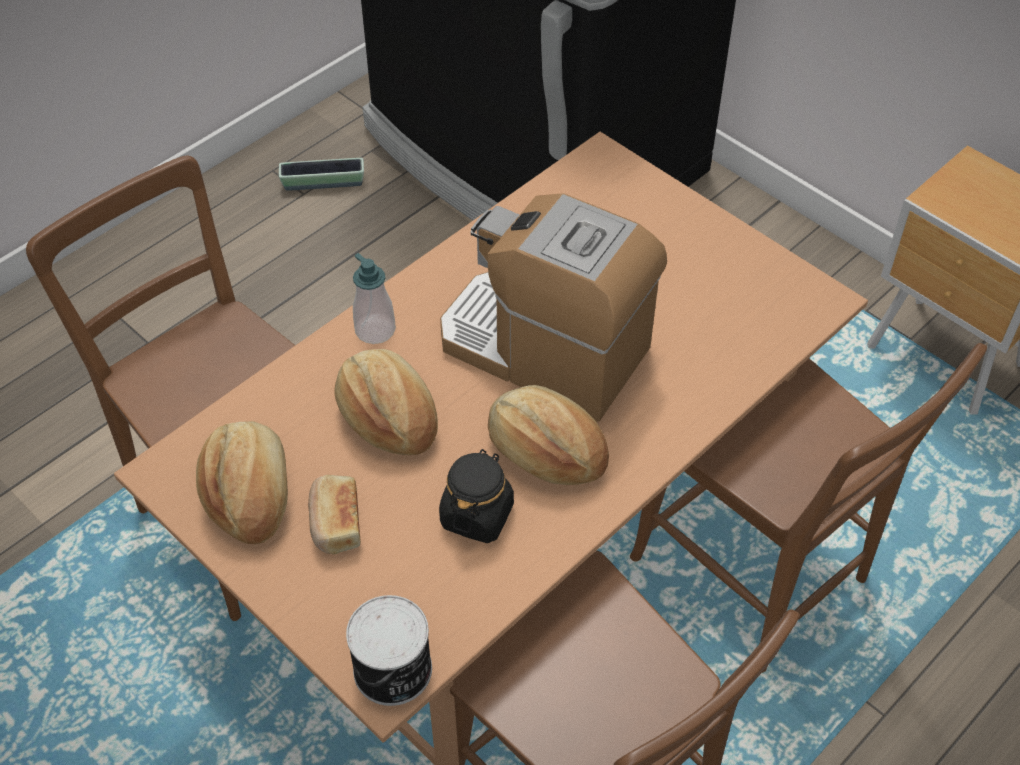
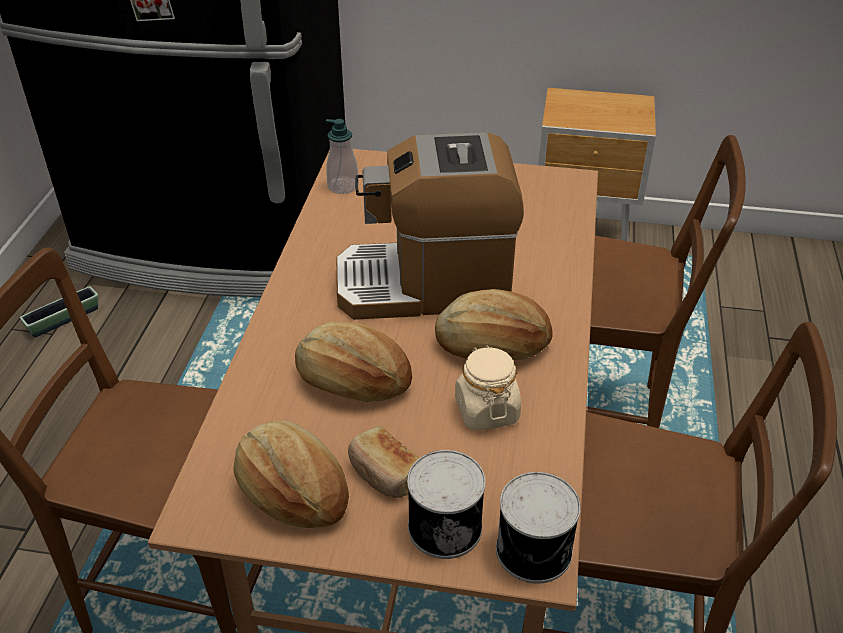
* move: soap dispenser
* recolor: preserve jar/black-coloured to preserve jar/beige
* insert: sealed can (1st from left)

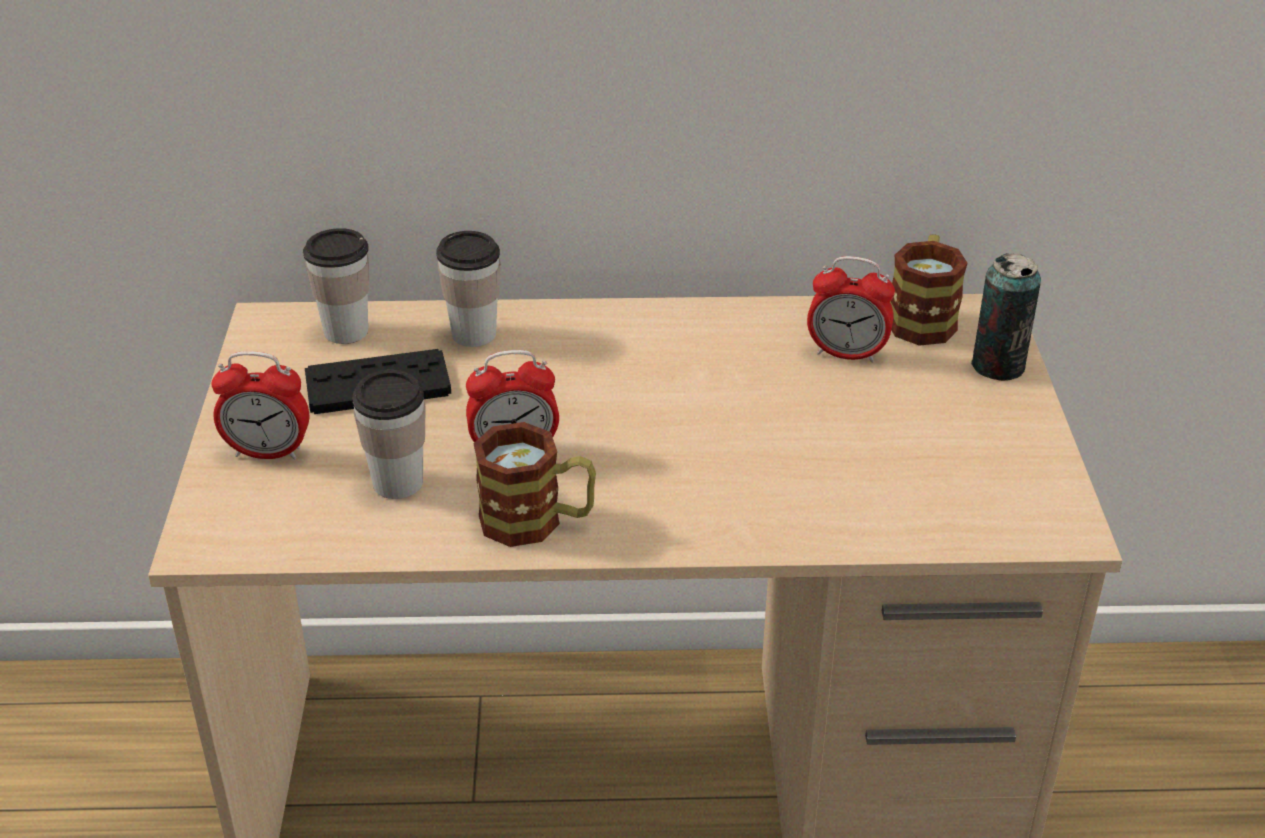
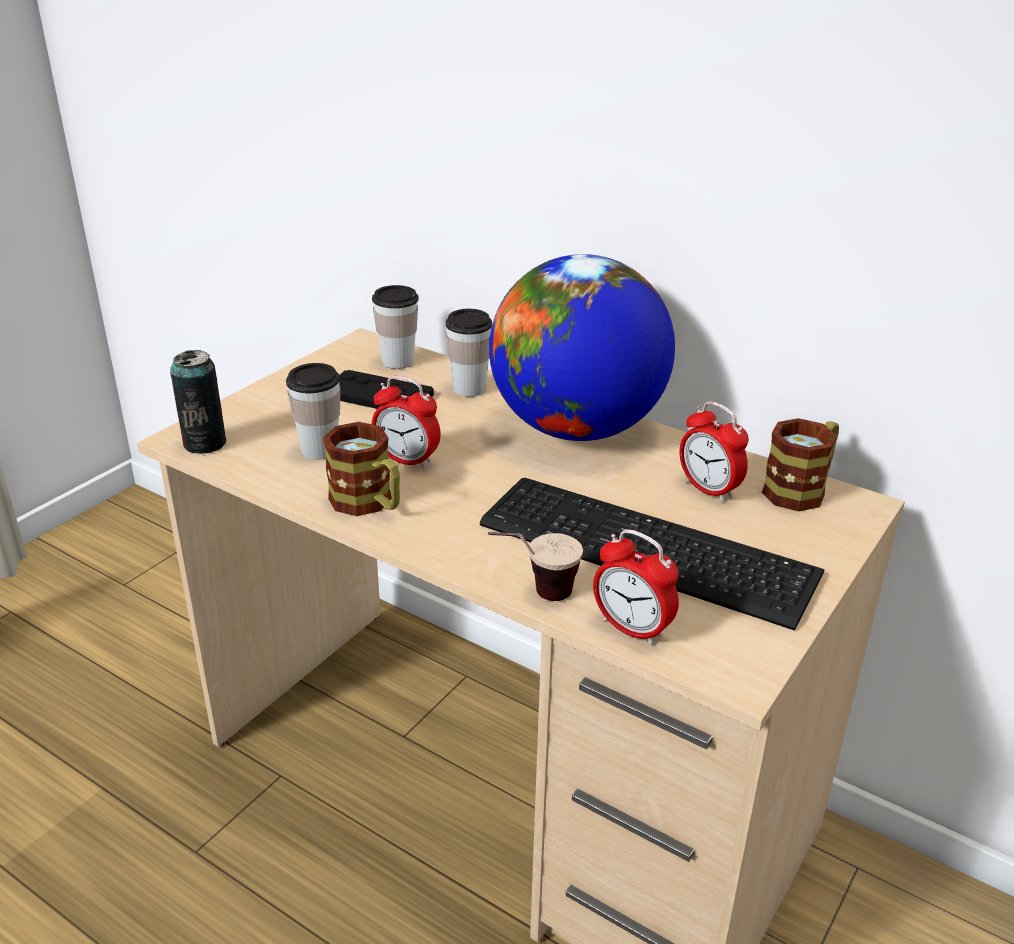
* move: sealed can
* move: bedside clock (1st from left in the first image) to bedside clock (2nd from left)
* insert: desk globe
* insert: keyboard
* insert: cup (4th from left)

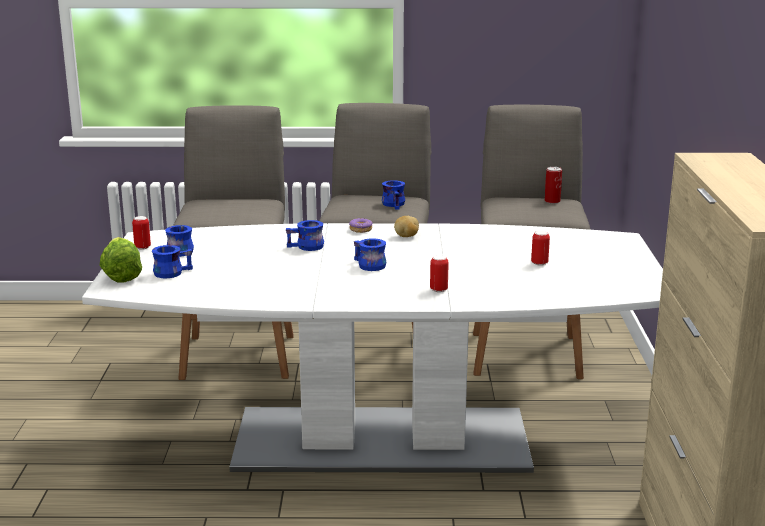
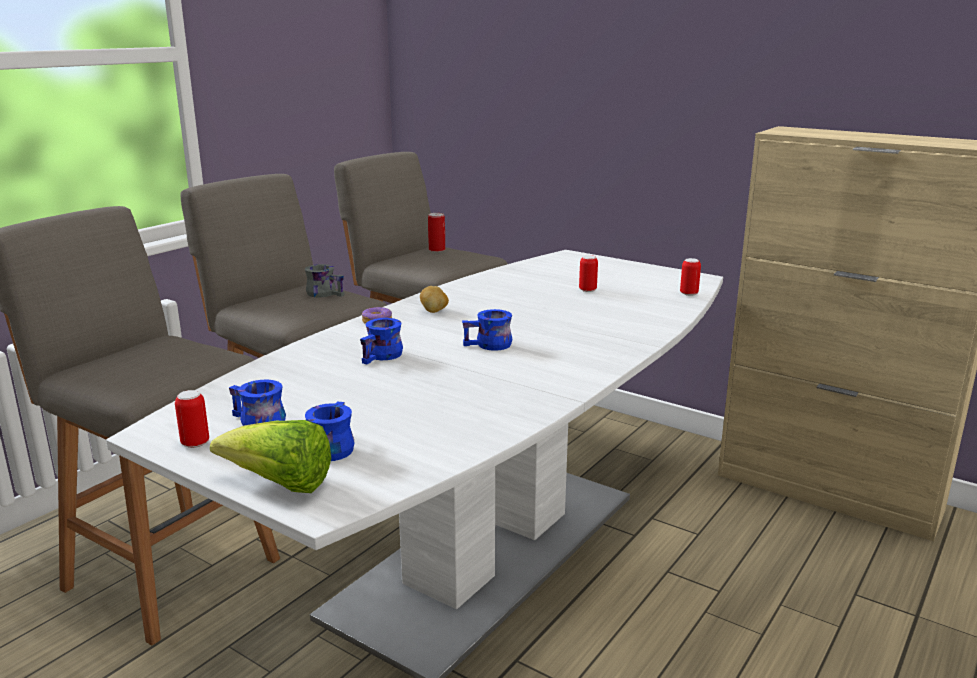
* recolor: coffee mug/blue (5th from left) to coffee mug/gray
* move: sealed can (2nd from left in the first image) to sealed can (4th from left)

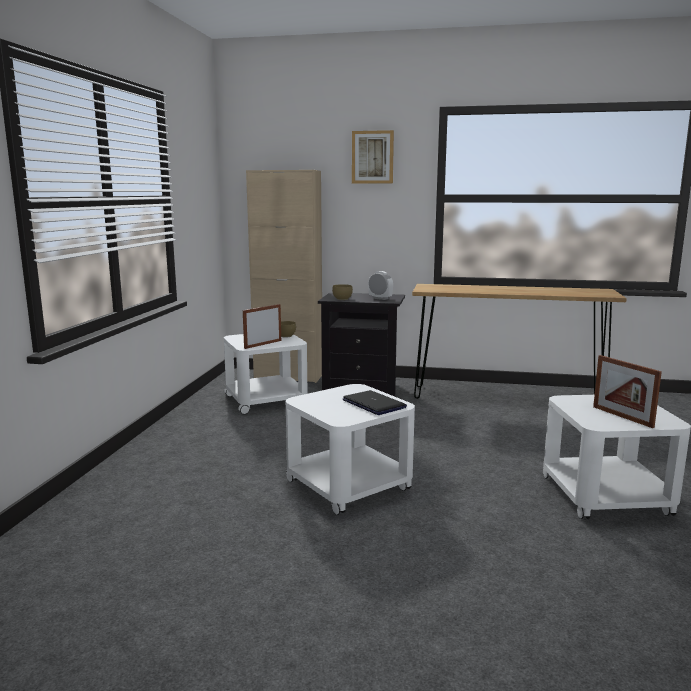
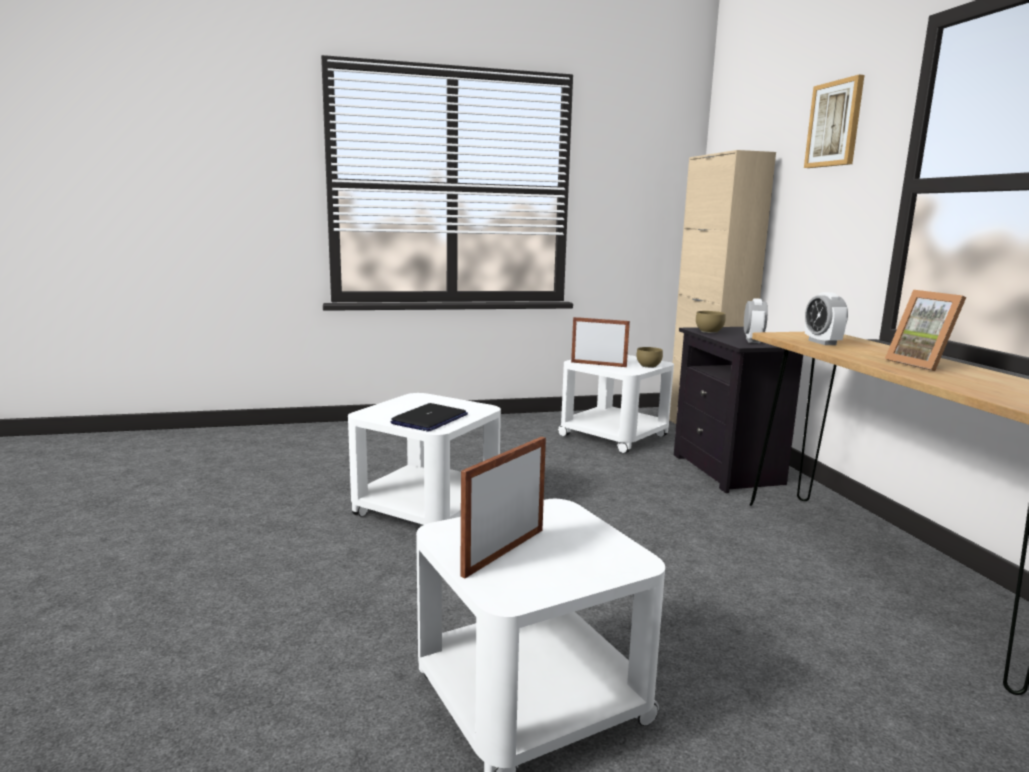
* insert: photo frame (3rd from left)
* insert: bedside clock (2nd from left)

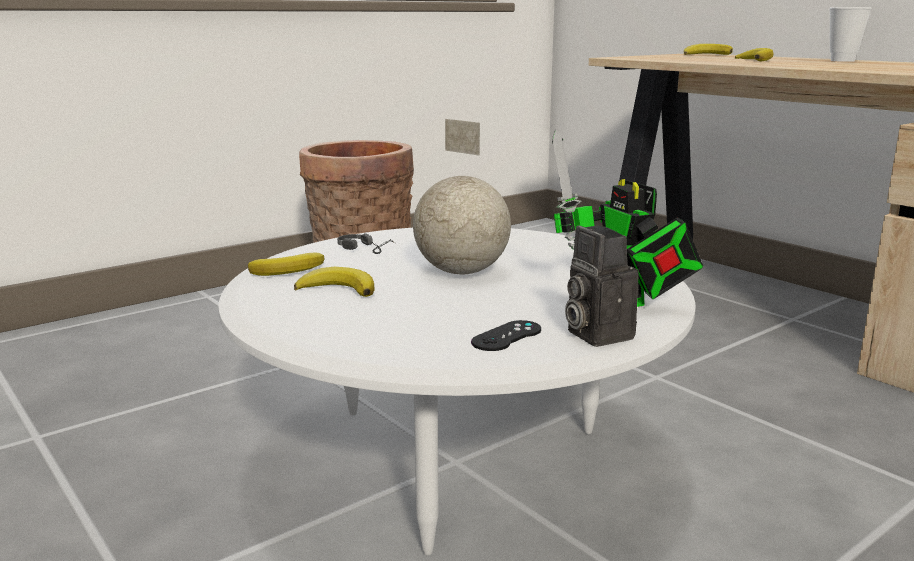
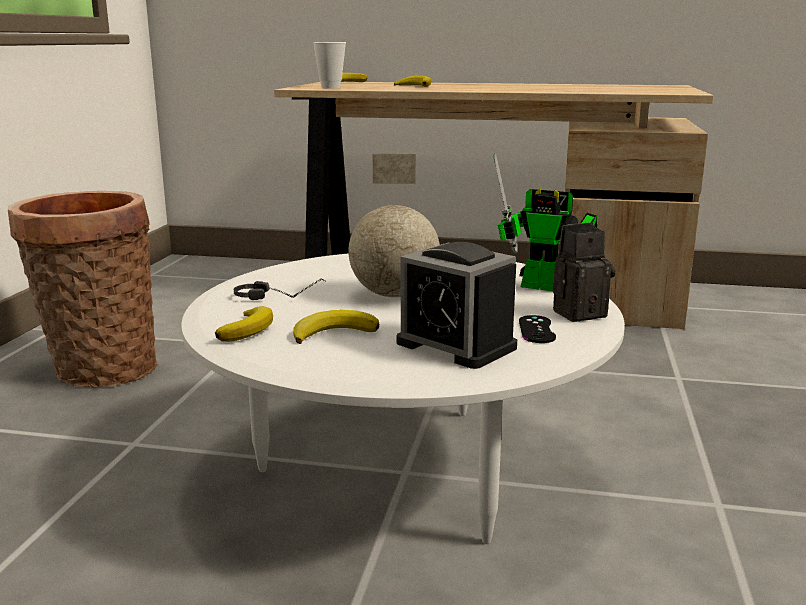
* move: cup
* rotate: photo camera 135 degrees clockwise
* insert: bedside clock

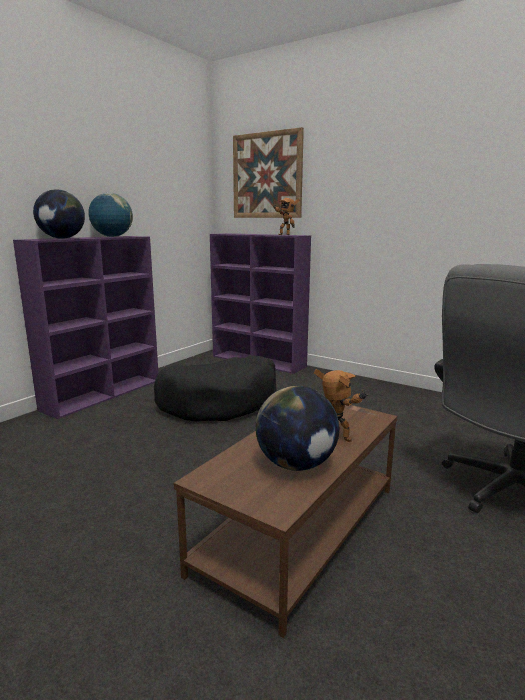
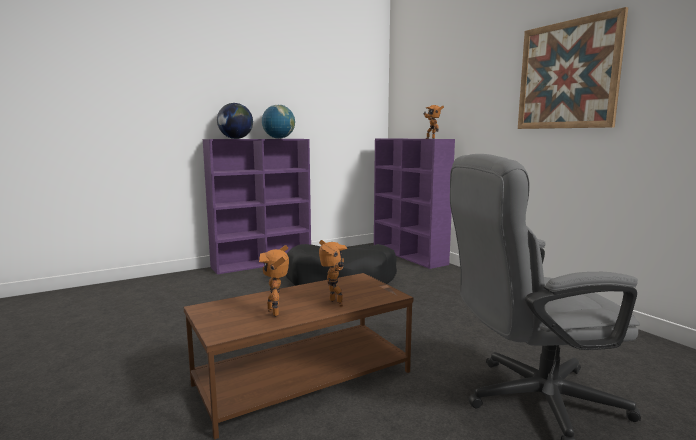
* move: wall art
* replace: desk globe (3rd from left) to model robot (1st from left)

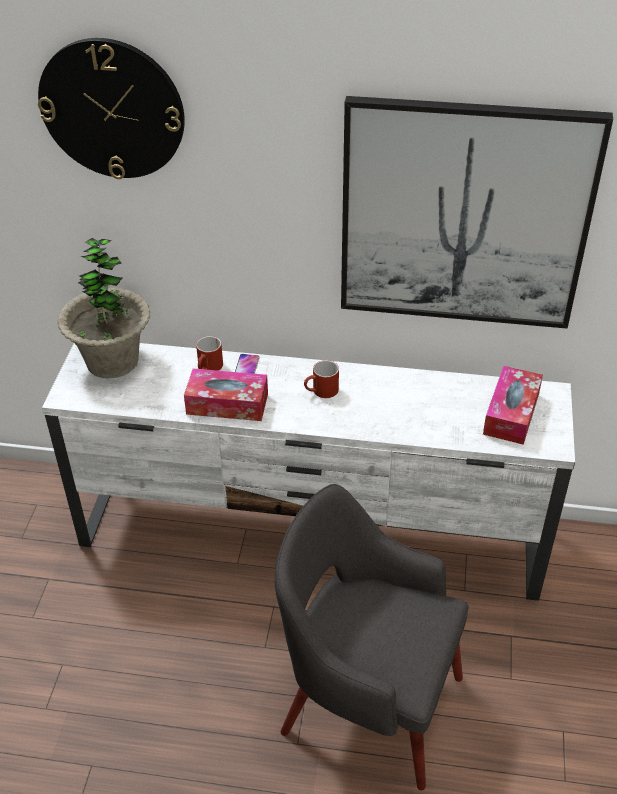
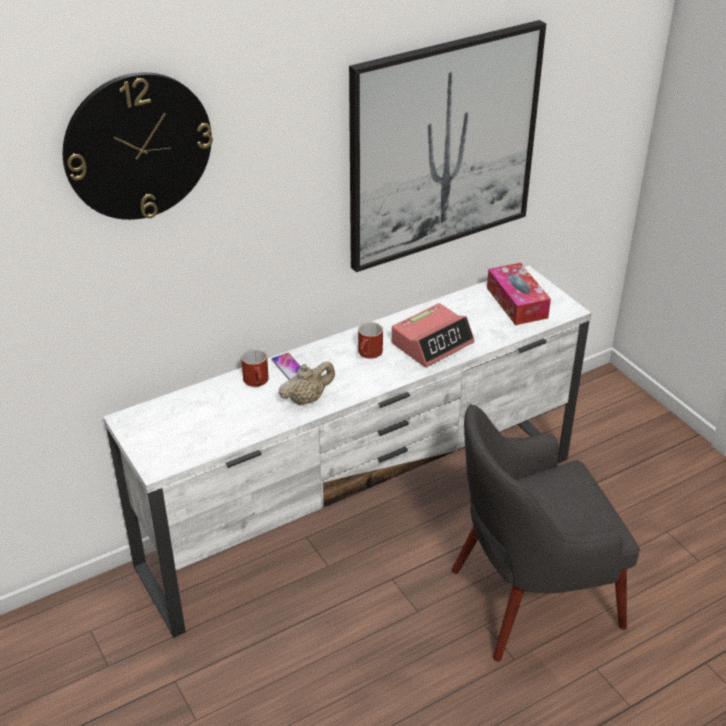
* delete: houseplant
* replace: tissue box (1st from left) to teapot/beige
* insert: bedside clock

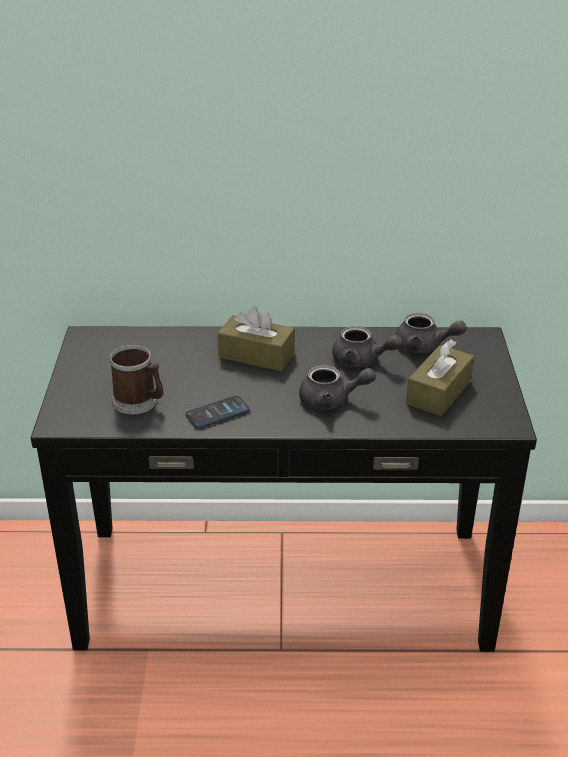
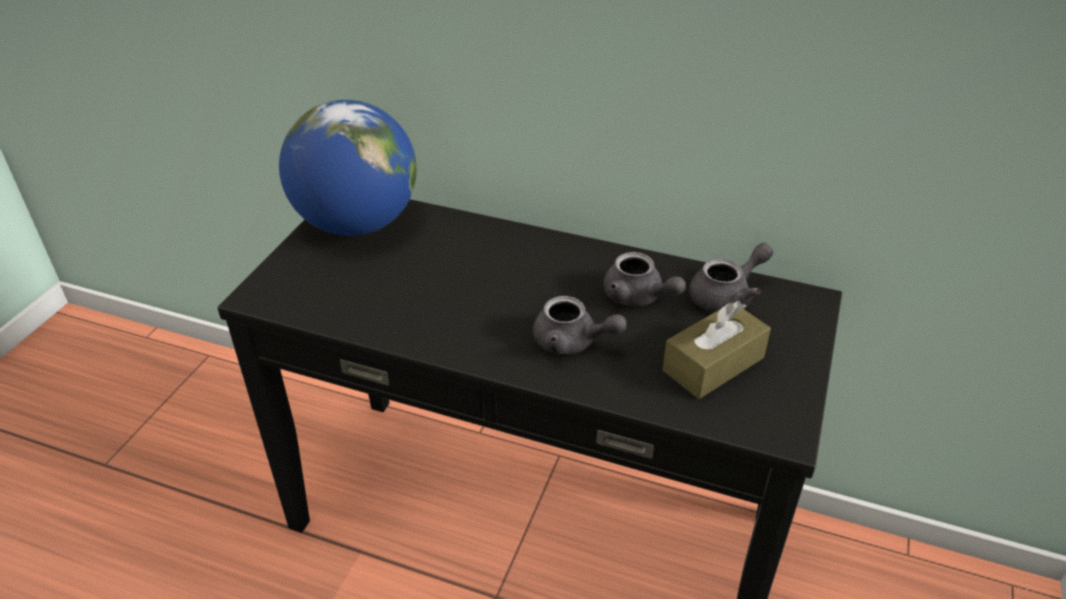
* delete: tissue box/brown (1st from left)
* rotate: teapot/gray (3rd from left) 75 degrees counterclockwise
* delete: coffee mug
* delete: telephone
* insert: desk globe

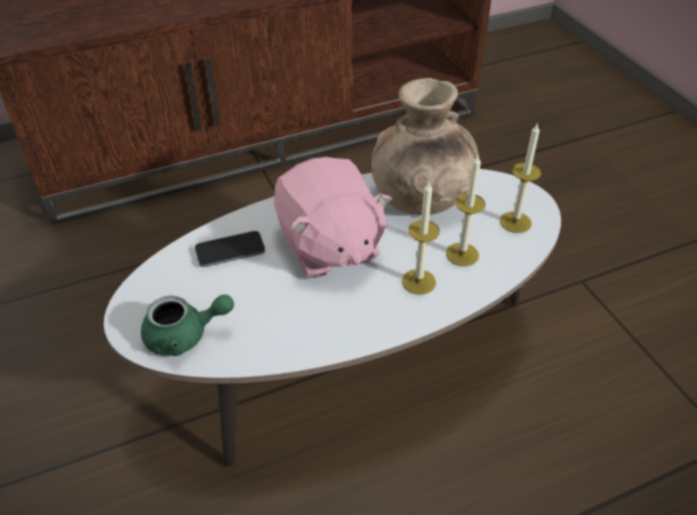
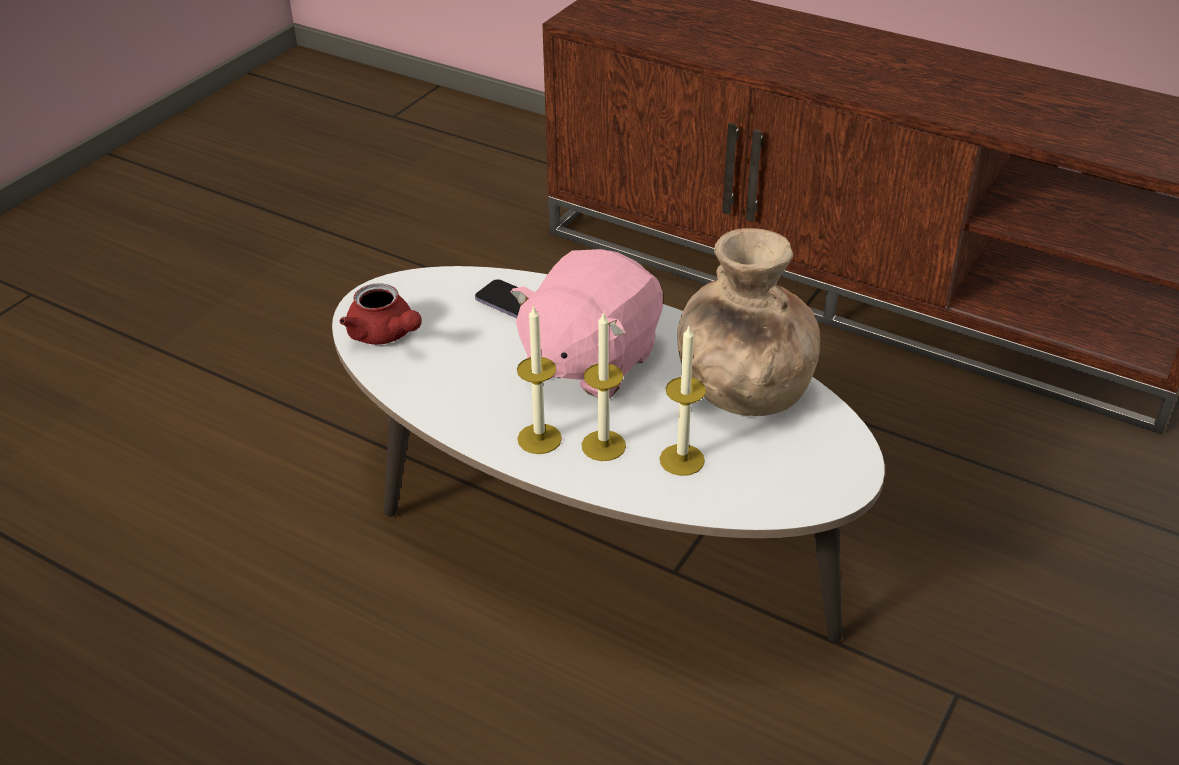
* move: candle (3rd from left in the first image) to candle (1st from left)
* recolor: teapot/green to teapot/red-coloured

